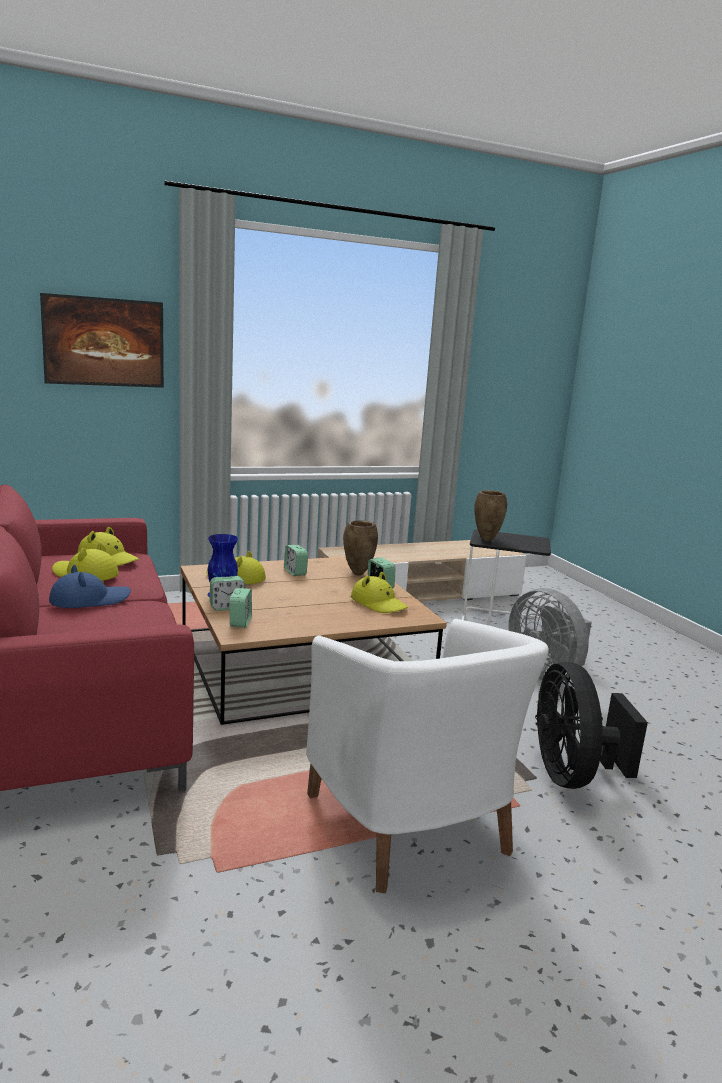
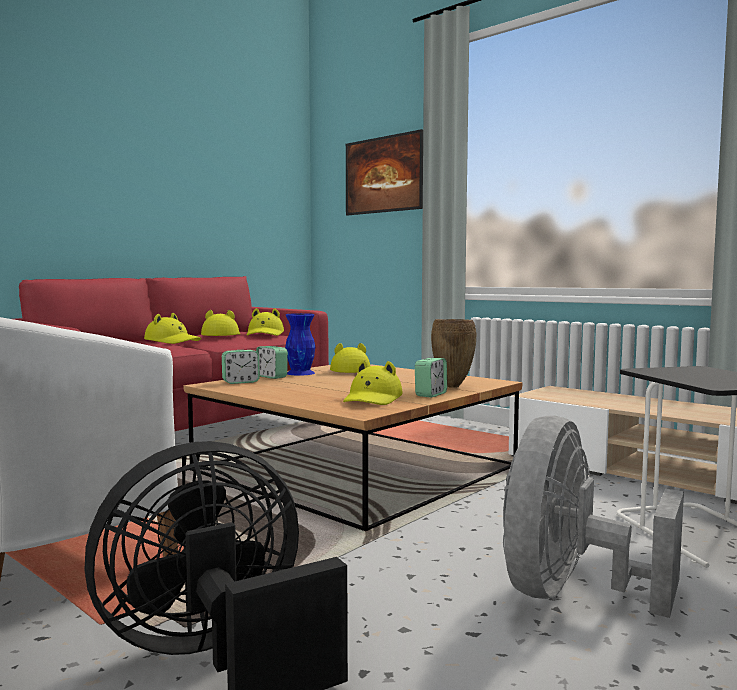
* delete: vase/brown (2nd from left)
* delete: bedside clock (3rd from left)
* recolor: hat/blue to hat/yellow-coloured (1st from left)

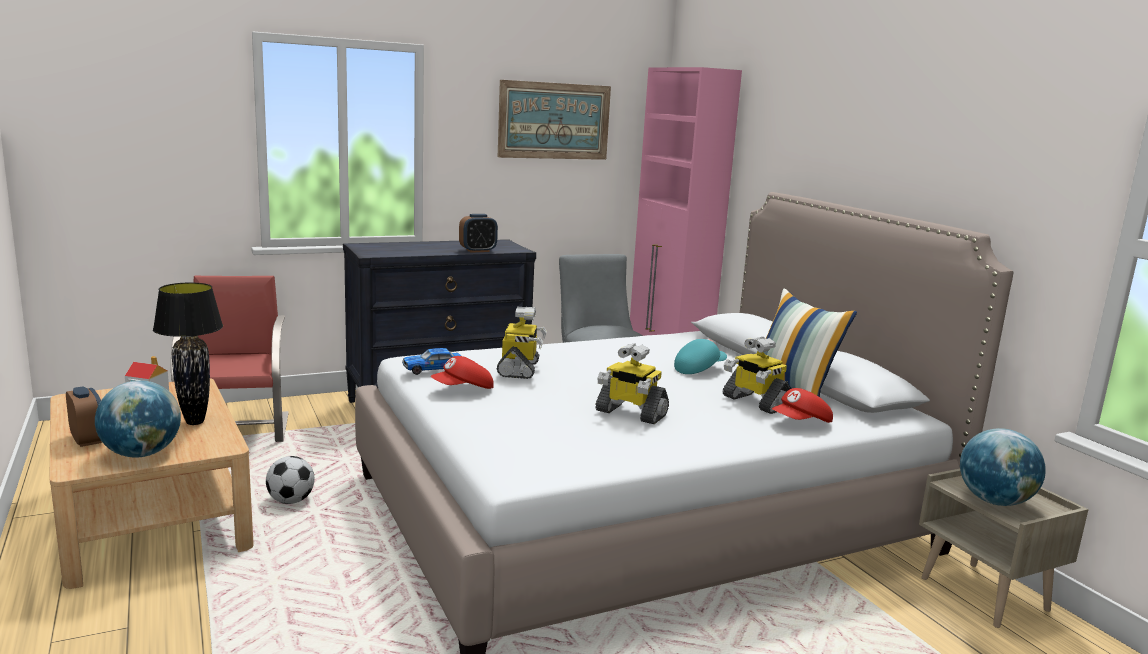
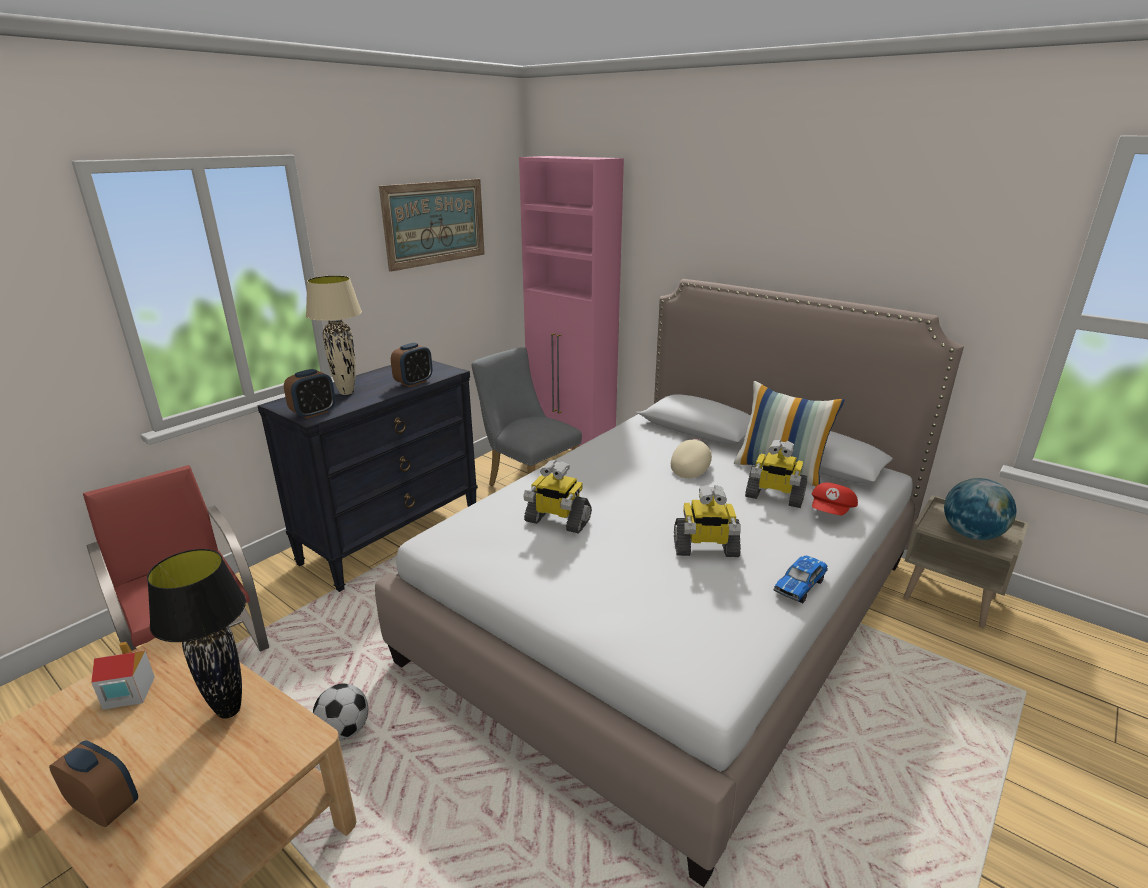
* rotate: model robot (1st from left) 135 degrees clockwise
* recolor: cap/turquoise-coloured to cap/beige
* move: model car
* delete: cap/red-coloured (1st from left)
* delete: desk globe (1st from left)
* insert: lamp for a table/beige
* insert: bedside clock (2nd from left)

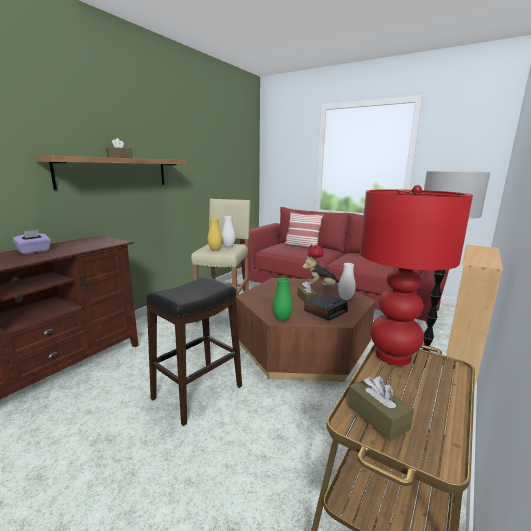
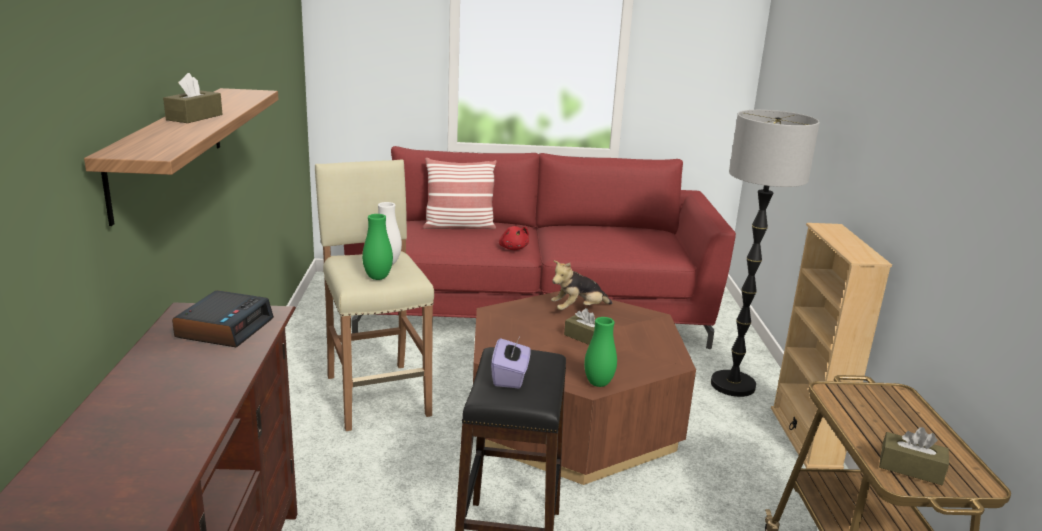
* delete: lamp for a table/red-coloured
* recolor: vase/yellow-coloured to vase/green (1st from left)
* move: tissue box/purplish
* delete: vase/white-coloured (2nd from left)
* move: bedside clock

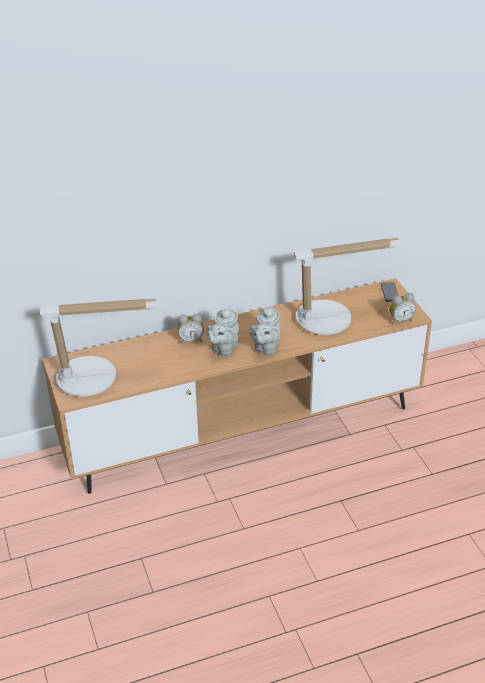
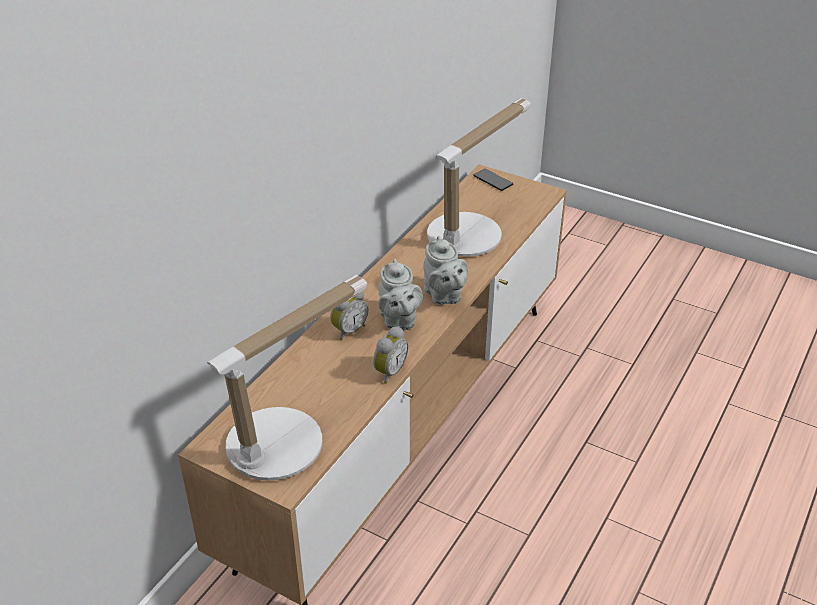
* move: bedside clock (2nd from left)

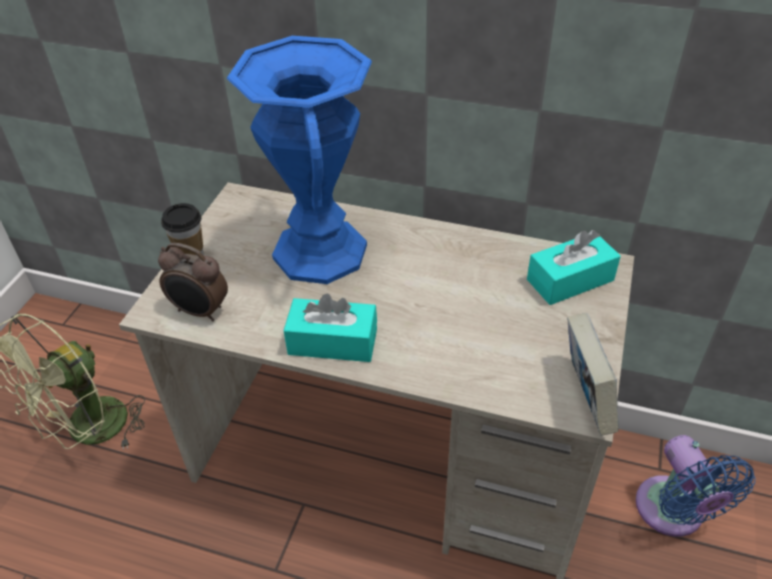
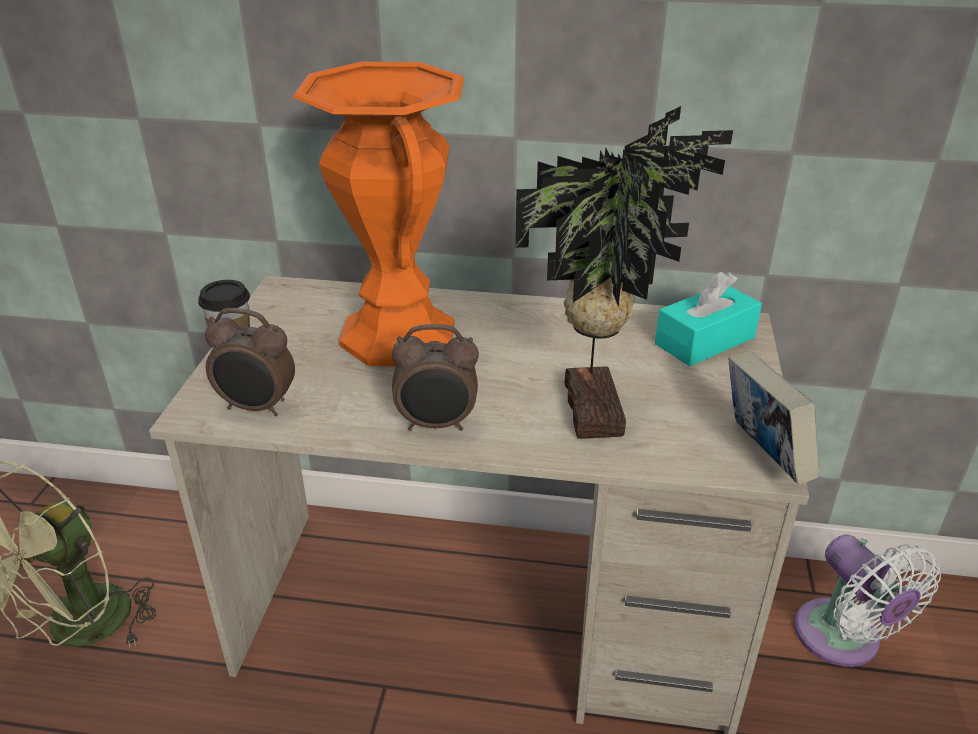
* recolor: vase/blue to vase/orange-coloured
* replace: tissue box/turquoise-coloured (1st from left) to bedside clock (2nd from left)
* recolor: cooling fan/blue to cooling fan/white-coloured
* insert: houseplant

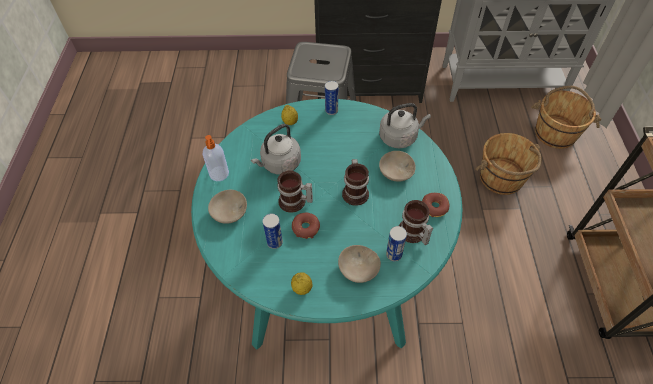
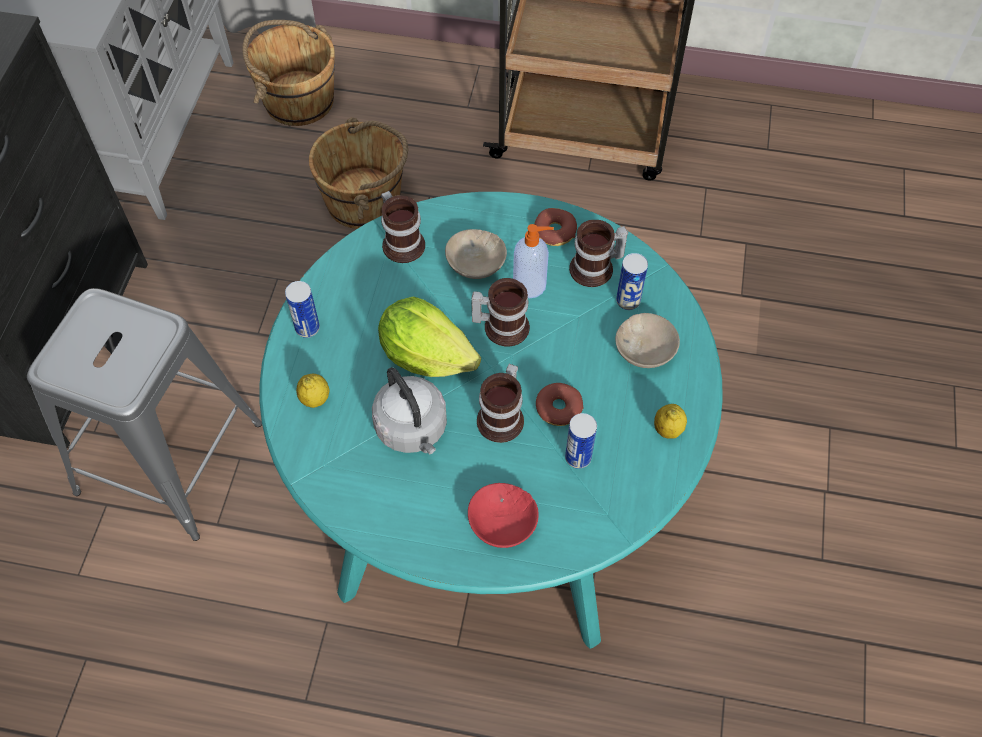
* replace: tea kettle/gray (2nd from left) to coffee mug (1st from left)
* move: soap dispenser
* recolor: serving bowl/beige (1st from left) to serving bowl/red-coloured
* insert: head of lettuce

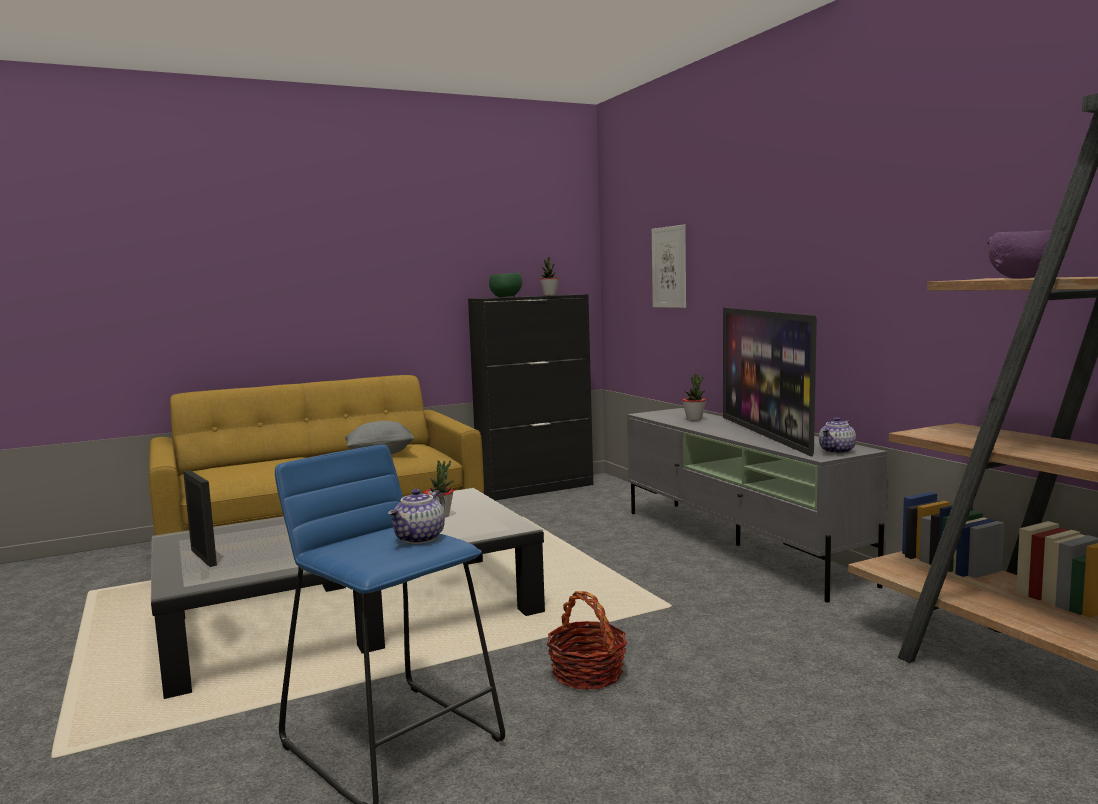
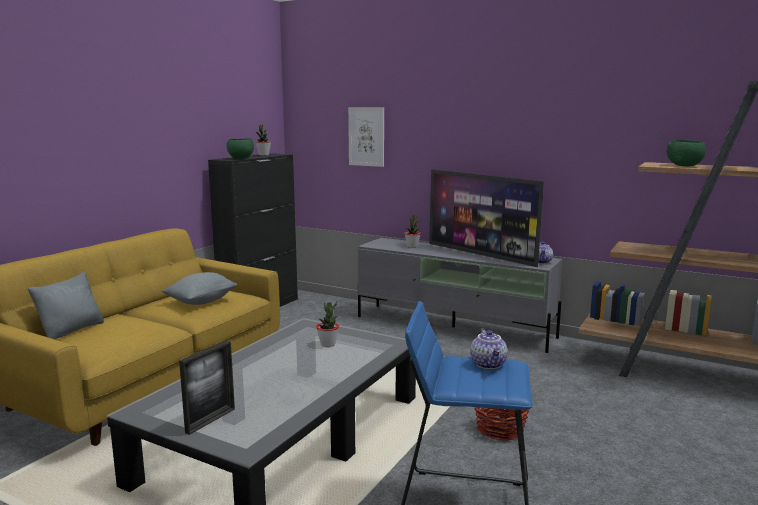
* recolor: serving bowl/purplish to serving bowl/green (2nd from left)
* rotate: photo frame 105 degrees clockwise
* insert: throw pillow/gray (1st from left)

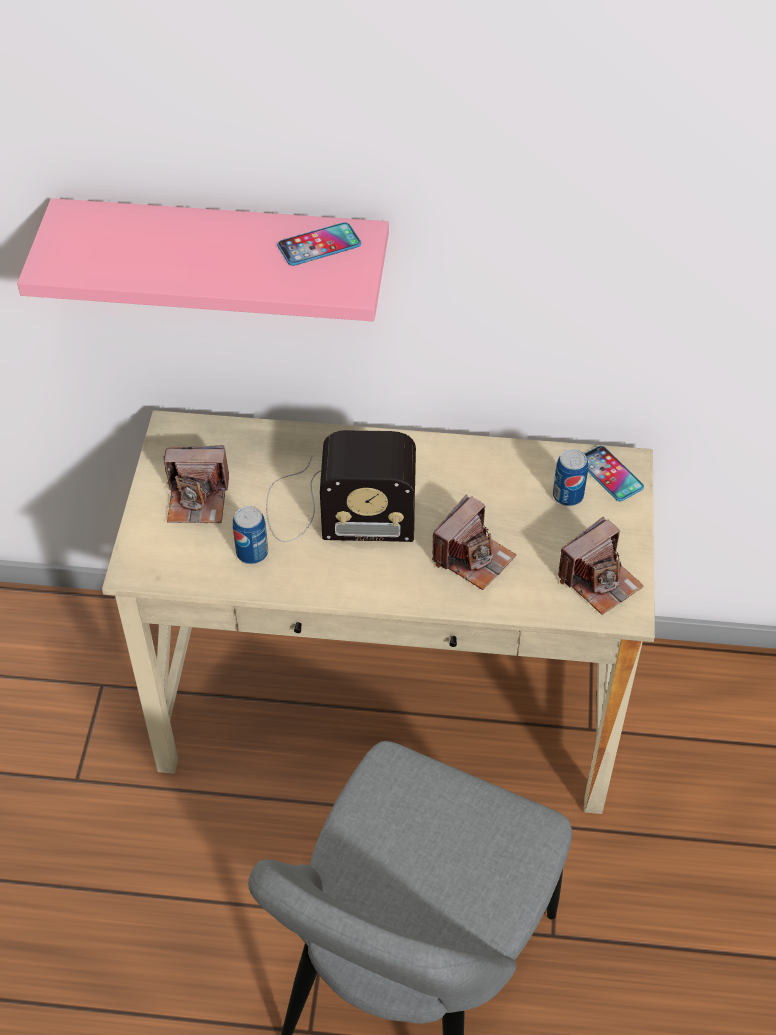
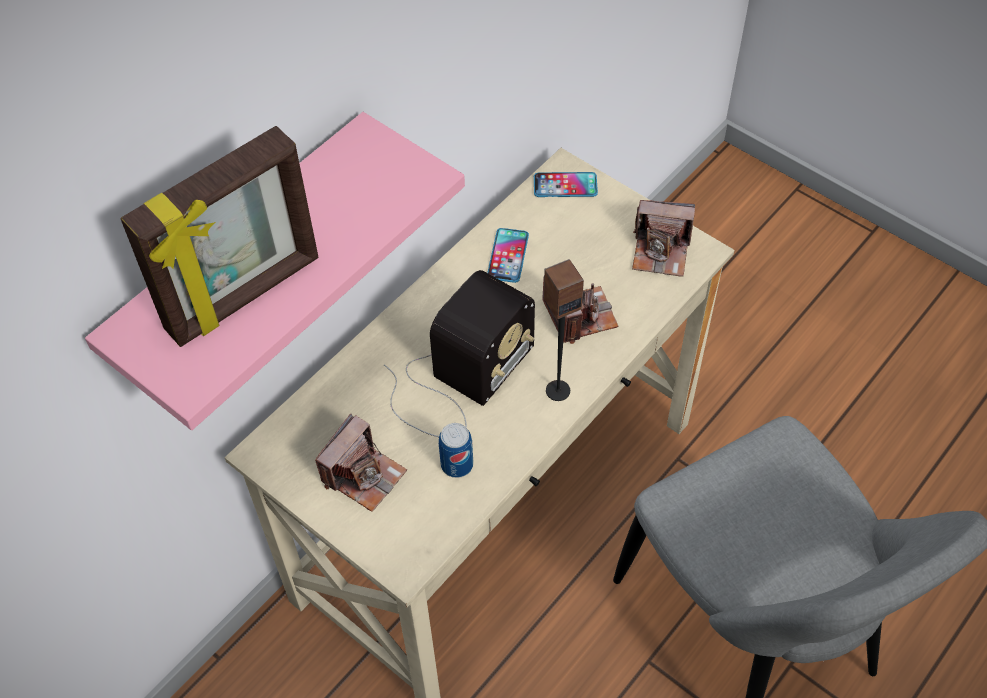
* move: telephone (1st from left)
* delete: sealed can (2nd from left)
* rotate: photo camera (3rd from left) 105 degrees clockwise
* insert: photo frame
* insert: audio speaker

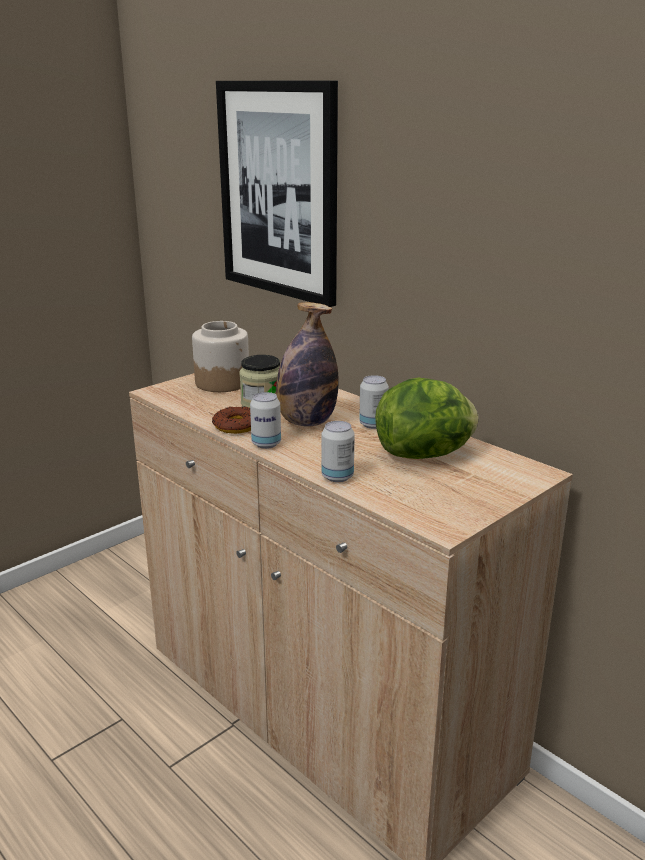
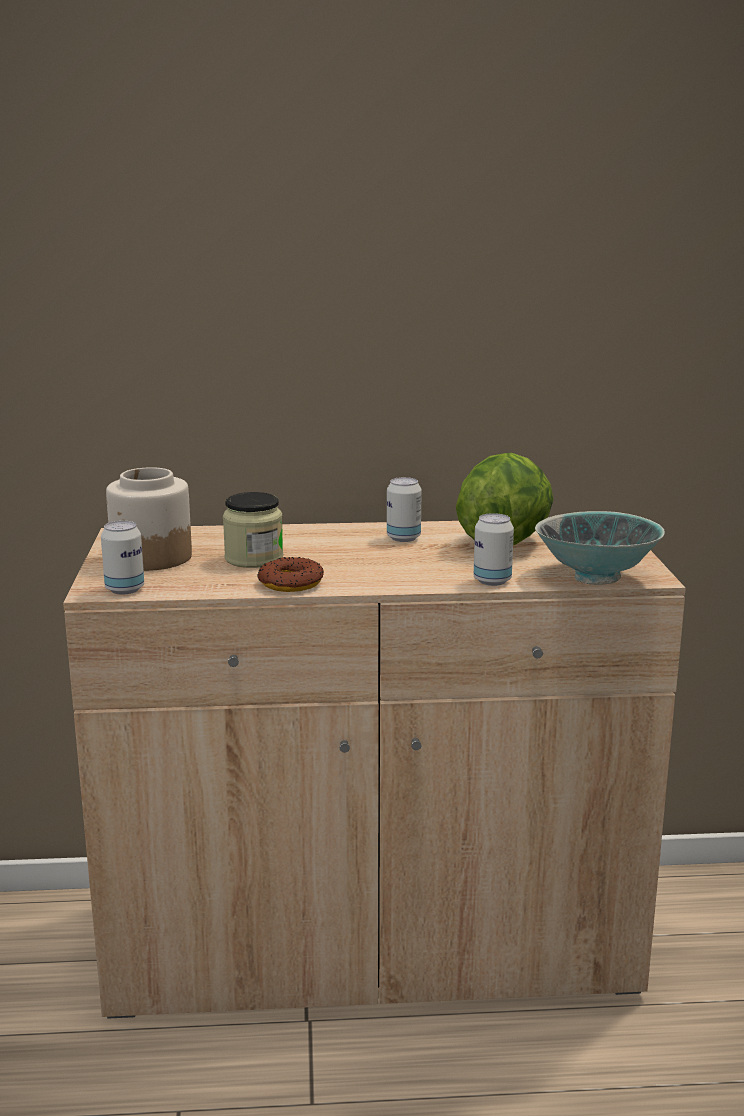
* delete: wall art
* delete: drink bottle
* move: sealed can (1st from left)
* insert: serving bowl

